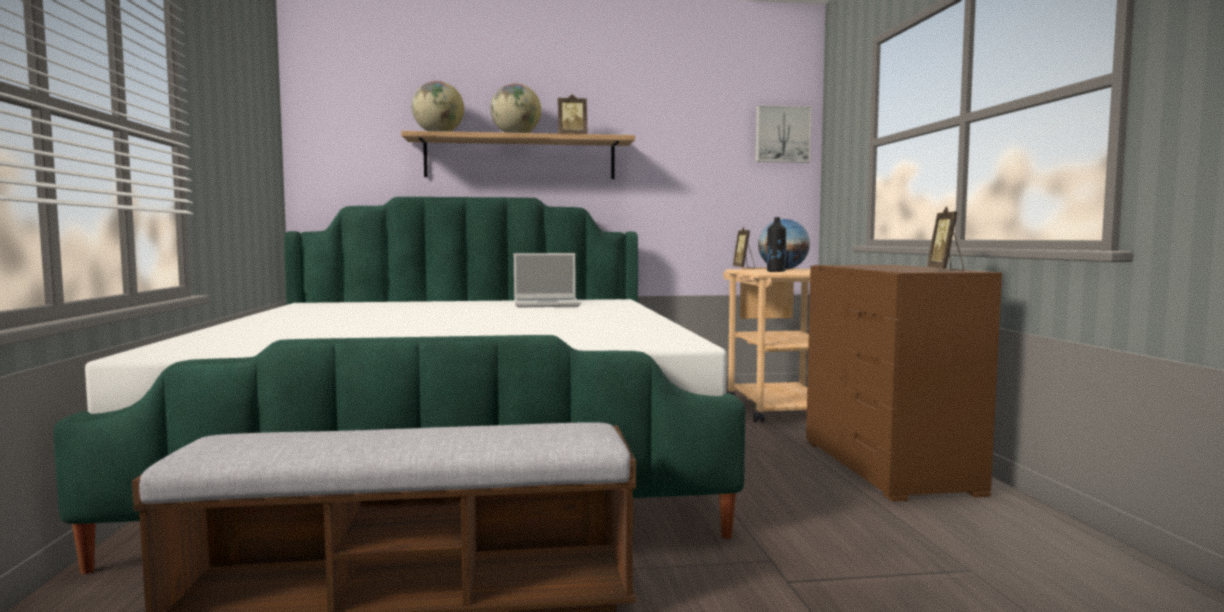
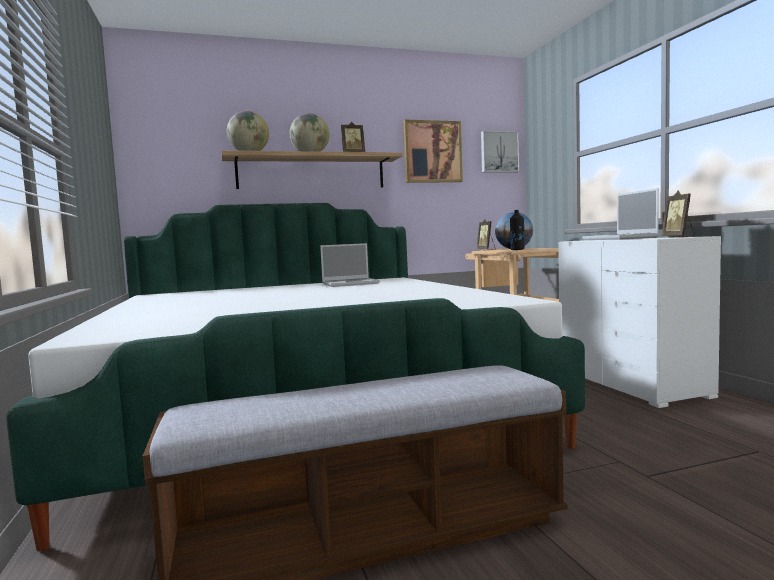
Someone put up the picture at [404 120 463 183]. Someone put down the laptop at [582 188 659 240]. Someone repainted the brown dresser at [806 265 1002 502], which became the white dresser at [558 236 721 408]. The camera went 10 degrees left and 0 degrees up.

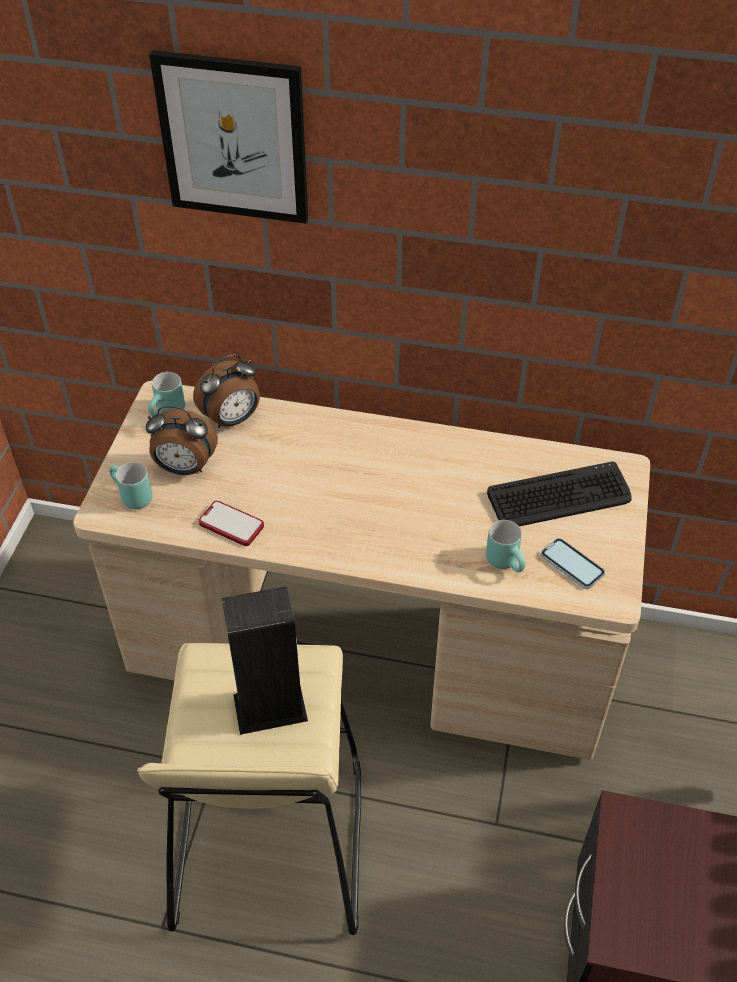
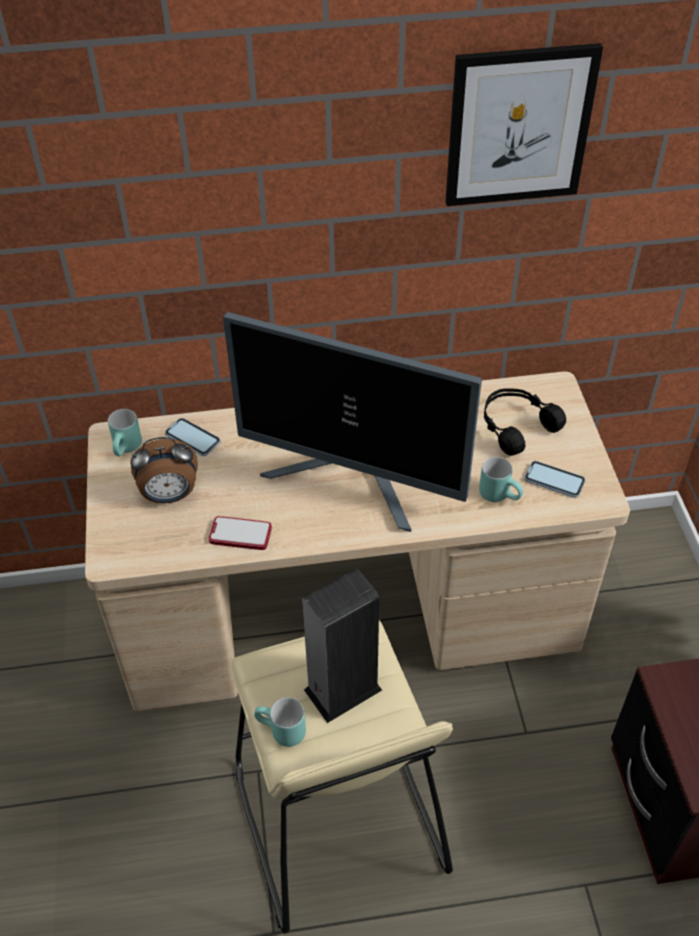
Someone put down the monitor at [223 312 482 532]. Someone carried the turquoise mug from [109 462 152 509] to [254 698 306 747]. Someone carried the picture from [149 50 308 224] to [445 43 603 206]. Someone swapped the alarm clock at [193 354 260 428] for the phone at [165 418 220 456]. Someone swapped the keyboard at [487 462 632 526] for the black headphones at [484 388 566 456]. The camera went 20 degrees left and 0 degrees up.

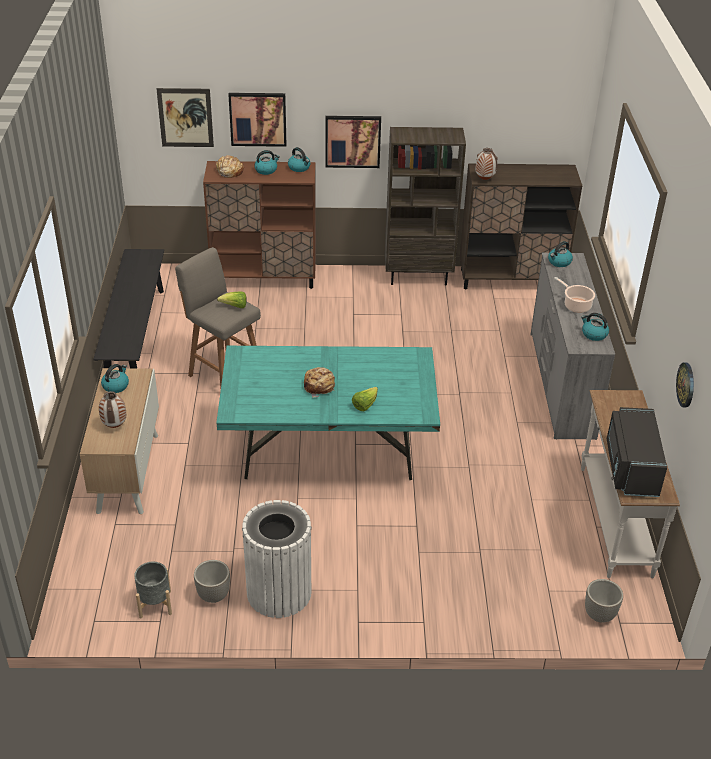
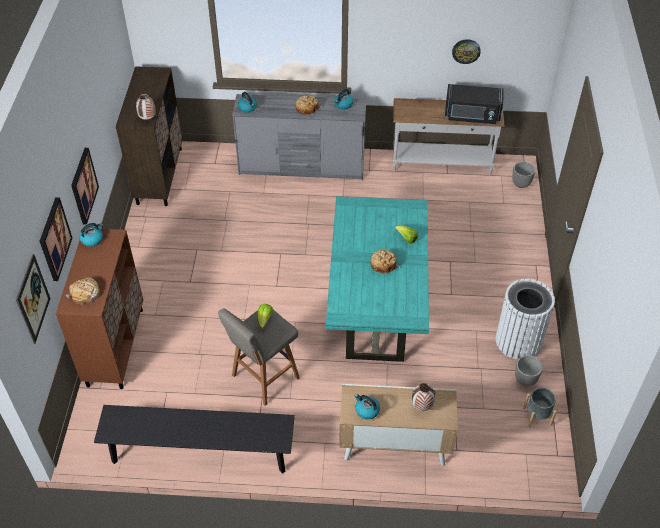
Someone took away the kettle at [254 150 280 175]. Someone took away the brown bookcase at [385 127 466 286]. Someone swapped the cooking pot at [554 277 595 313] for the bread at [295 95 322 115]. The camera went 85 degrees left and 10 degrees up.

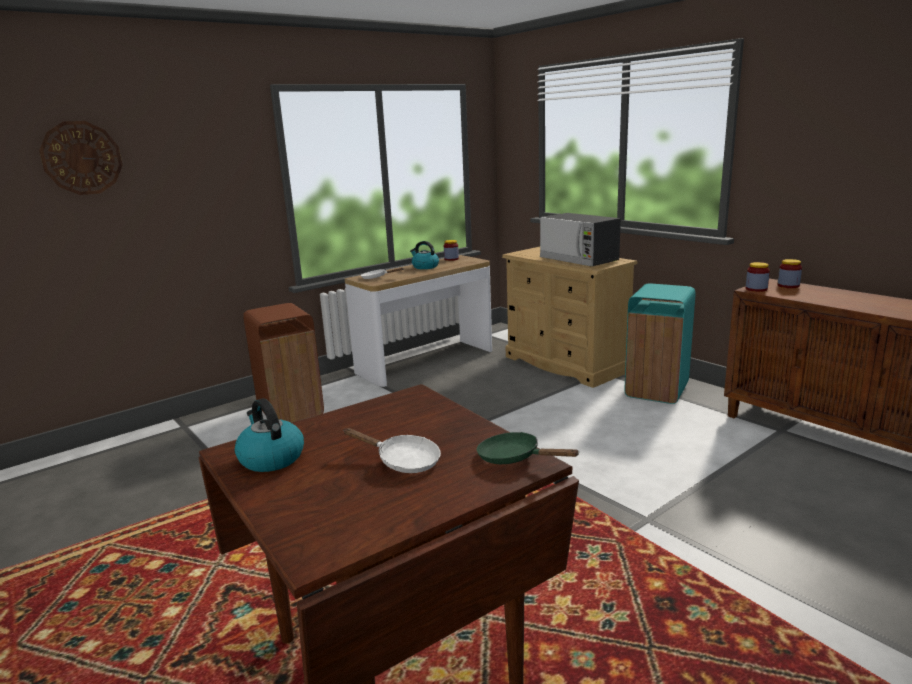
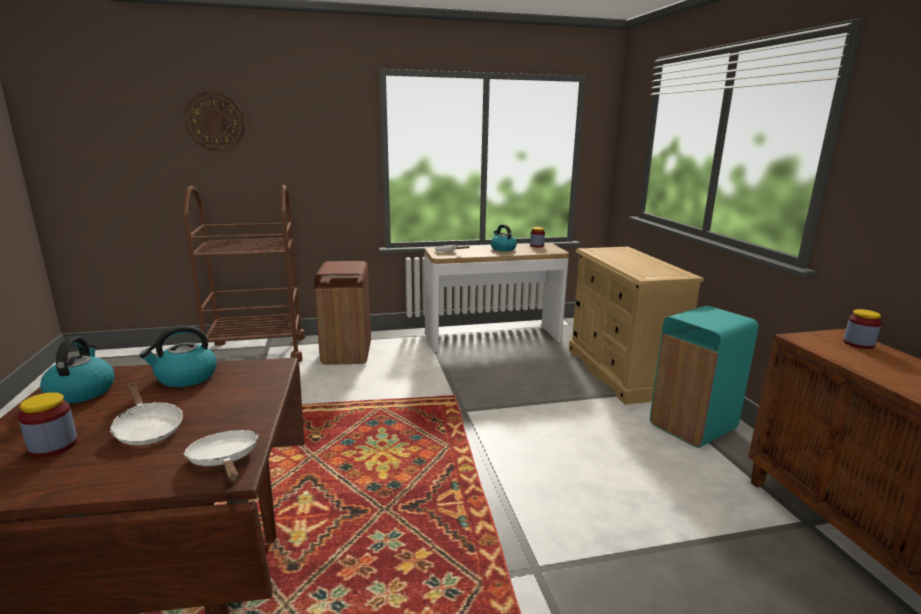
Someone took away the microwave at [540 213 621 267]. Someone put down the kettle at [139 325 217 387]. Someone put down the brown cart at [183 185 305 362]. Someone carried the jar from [746 262 770 292] to [18 392 78 458]. Someone repainted the green frying pan at [477 432 580 464], which became the white frying pan at [184 430 258 482]. The camera went 25 degrees right and 0 degrees up.

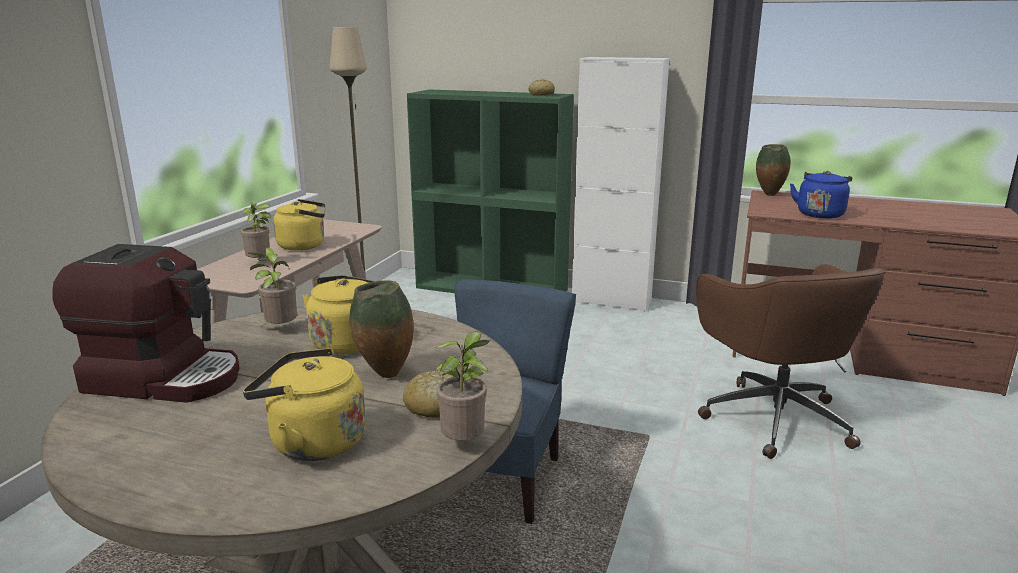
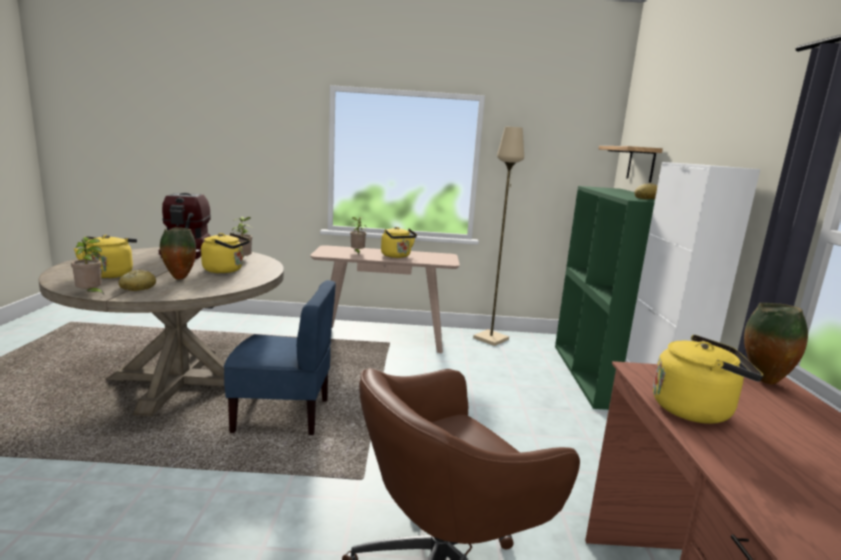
Someone put up the shelf at [599 146 663 183]. Someone repainted the blue kettle at [790 171 852 219], which became the yellow kettle at [653 335 763 424]. The camera went 70 degrees right and 5 degrees down.

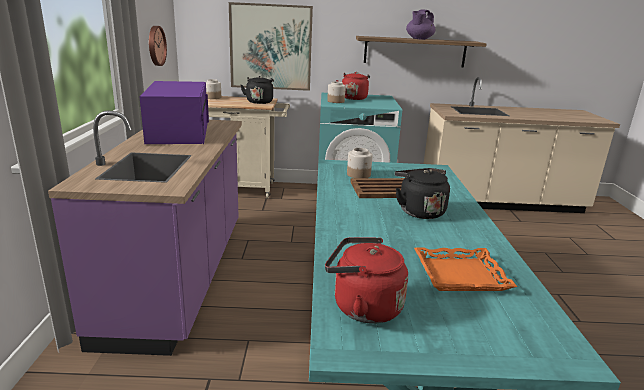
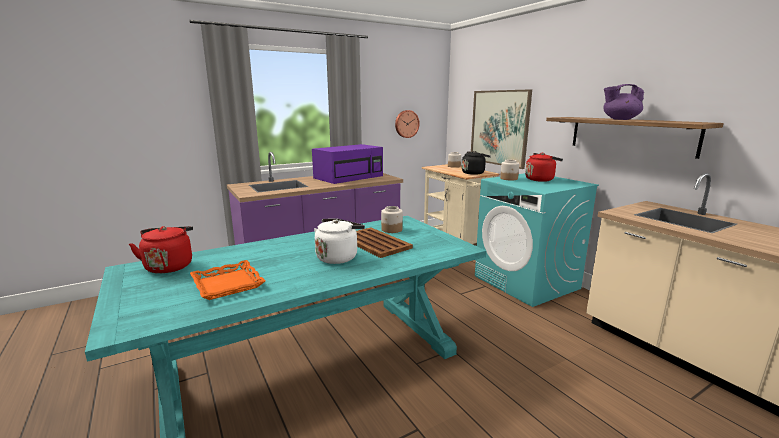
Someone repainted the black kettle at [395 168 450 219], which became the white kettle at [314 219 365 264]. The camera went 60 degrees right and 5 degrees down.

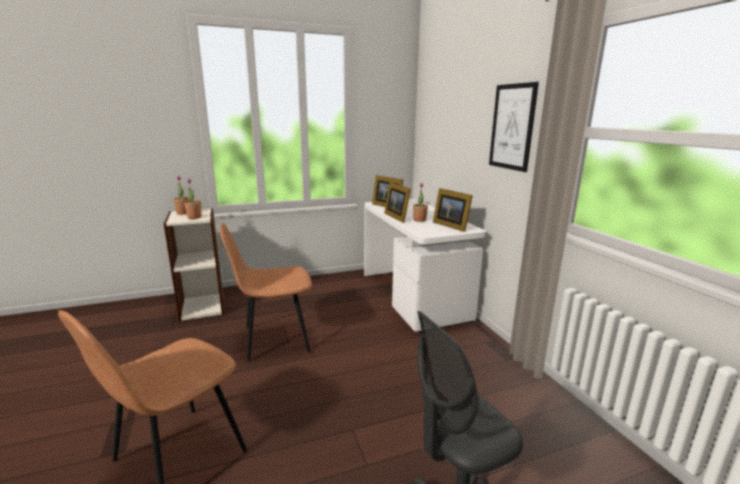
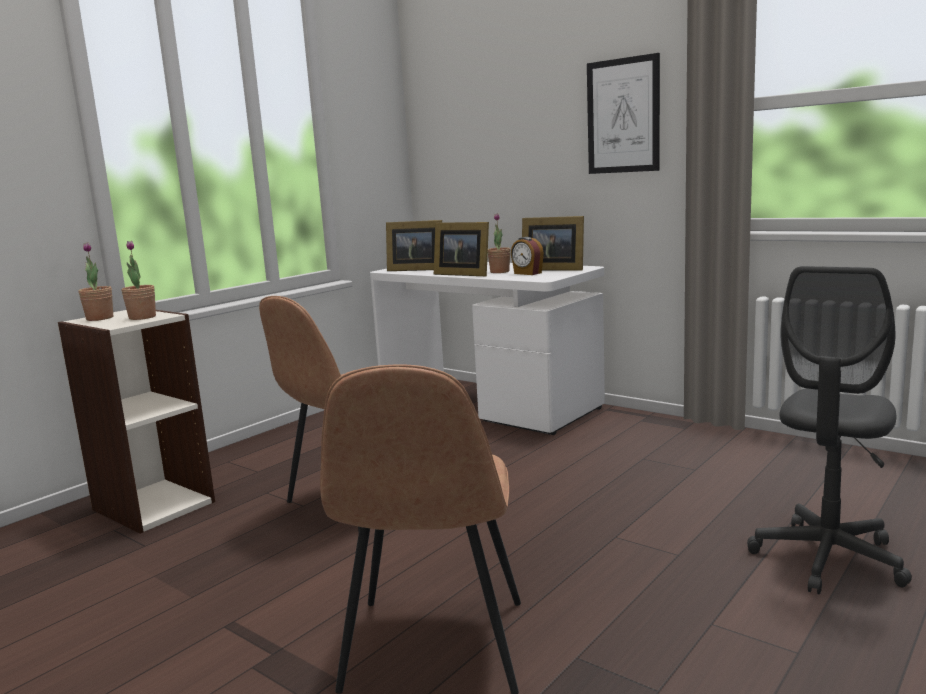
Someone put down the alarm clock at [511 237 544 275]. The camera went 30 degrees left and 5 degrees down.

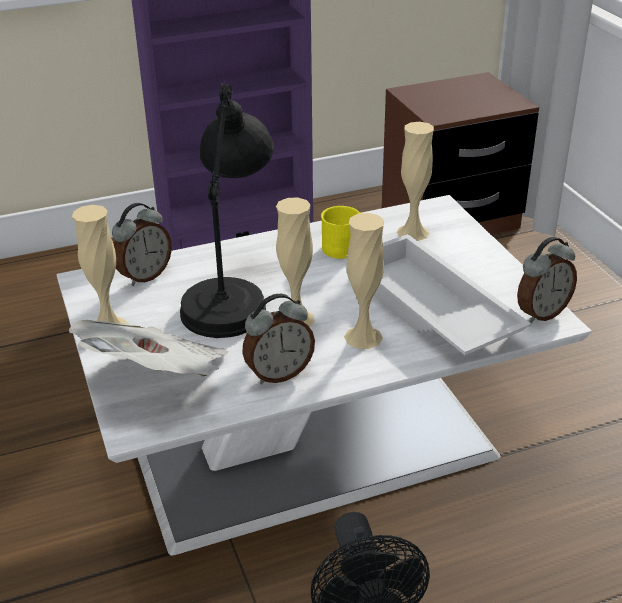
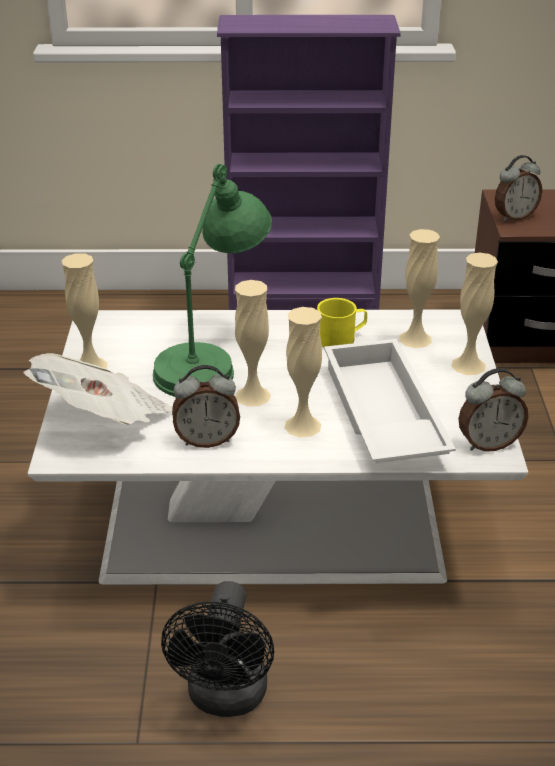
Someone put down the beige vase at [451 253 498 375]. Someone carried the alarm clock from [112 203 172 286] to [495 155 542 222]. Someone repainted the black table lamp at [180 84 274 338], which became the green table lamp at [153 164 272 397]. The camera went 20 degrees right and 0 degrees up.

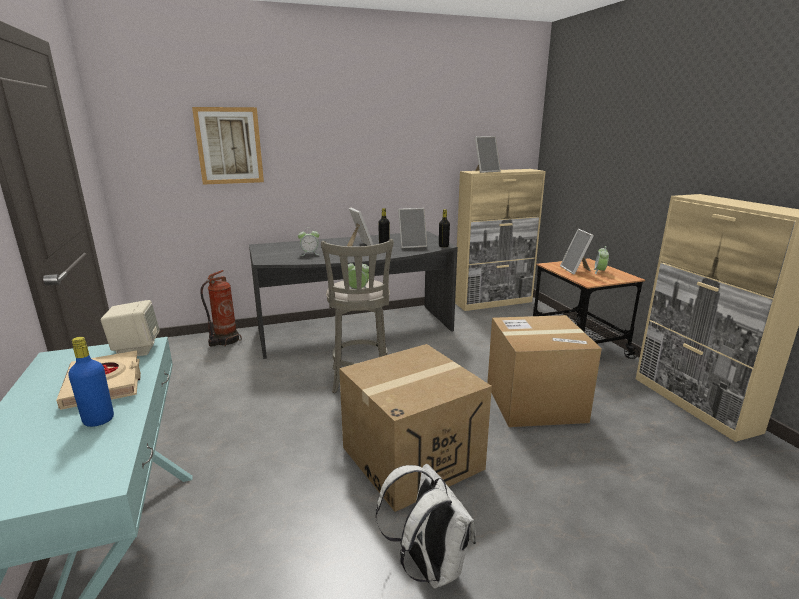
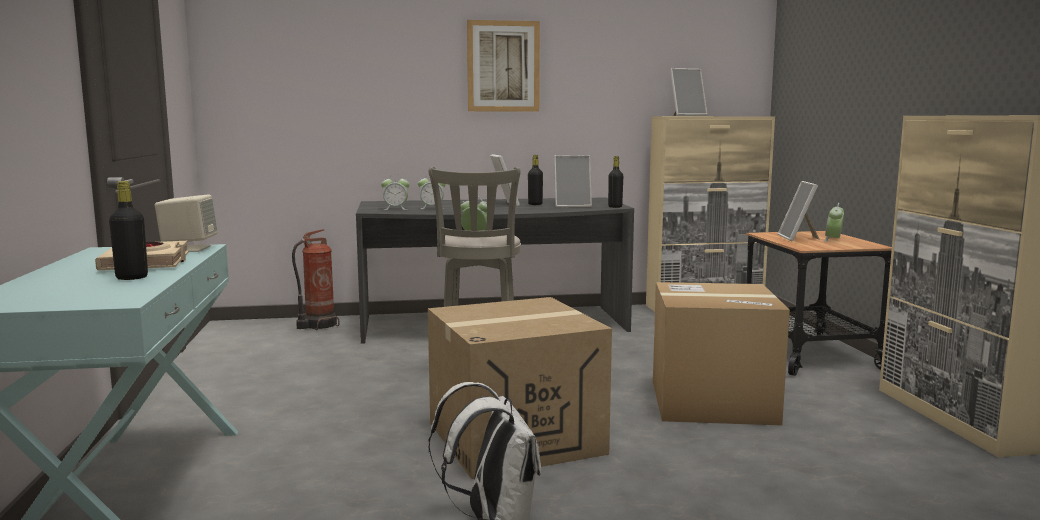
Someone put down the alarm clock at [381 174 410 210]. Someone carried the picture from [192 107 264 185] to [467 20 540 111]. Someone repainted the blue bottle at [68 337 114 427], which became the black bottle at [109 181 148 280]. The camera went 10 degrees right and 10 degrees down.

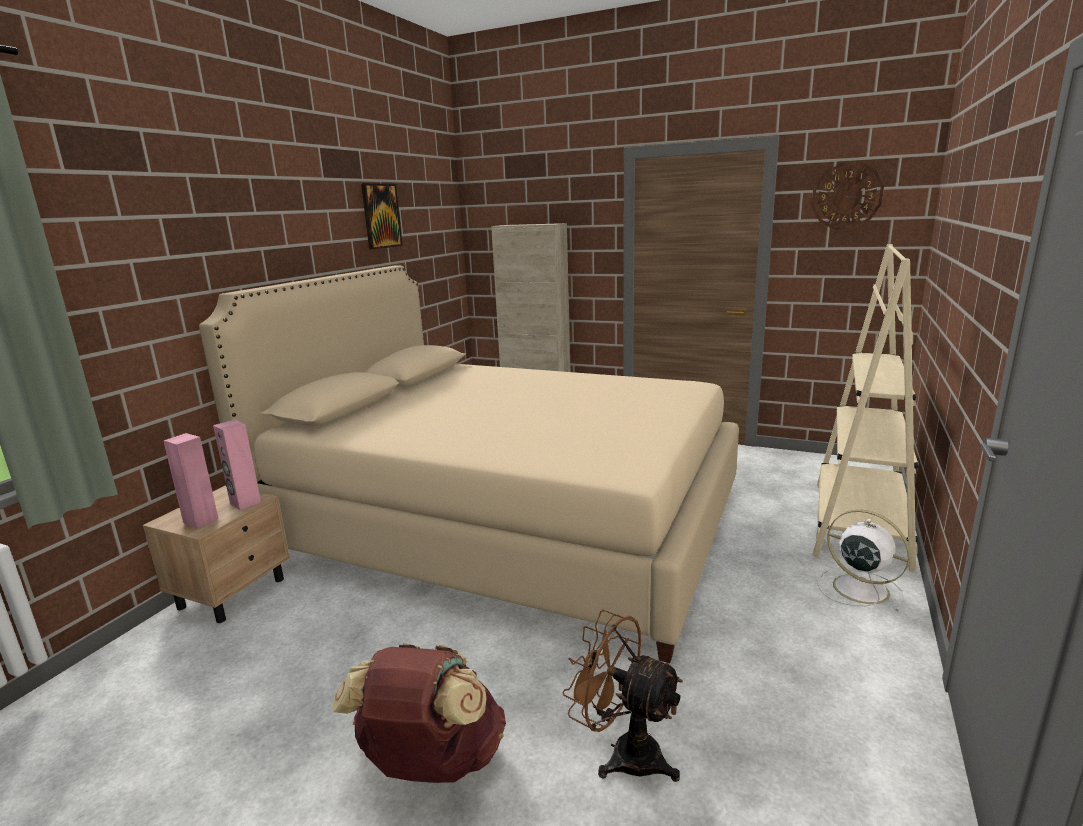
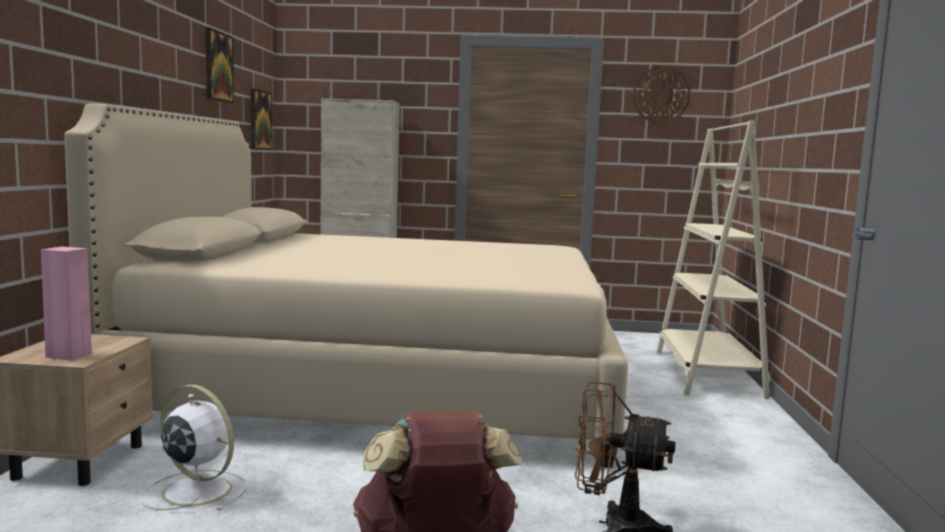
Someone took away the pink speaker at [213 420 261 510]. Someone put up the picture at [251 88 272 150]. Someone carried the white fan from [818 510 910 611] to [141 385 247 511]. The camera went 20 degrees left and 10 degrees down.

